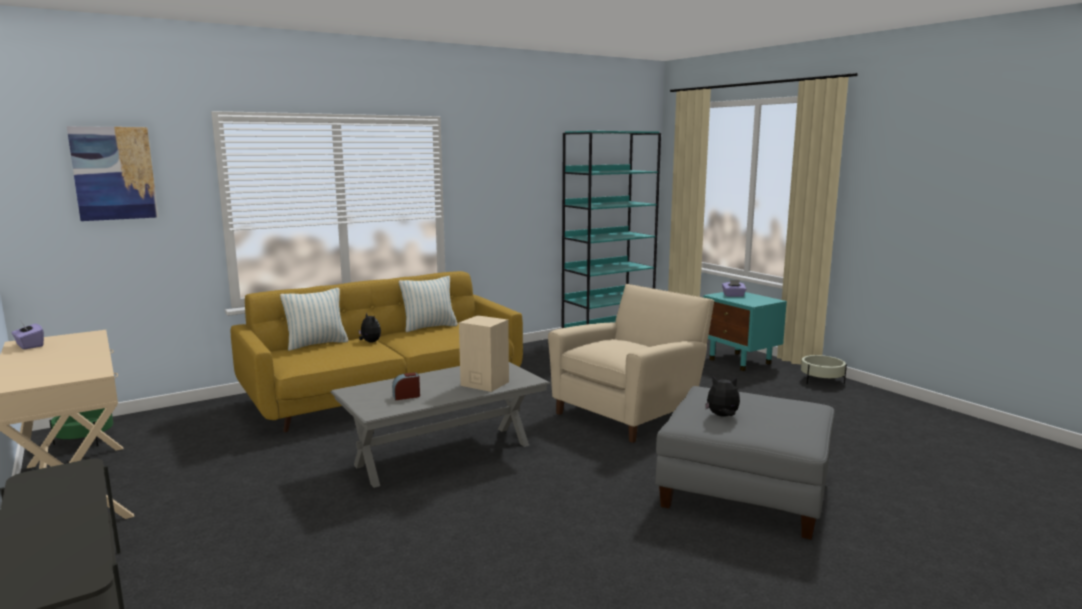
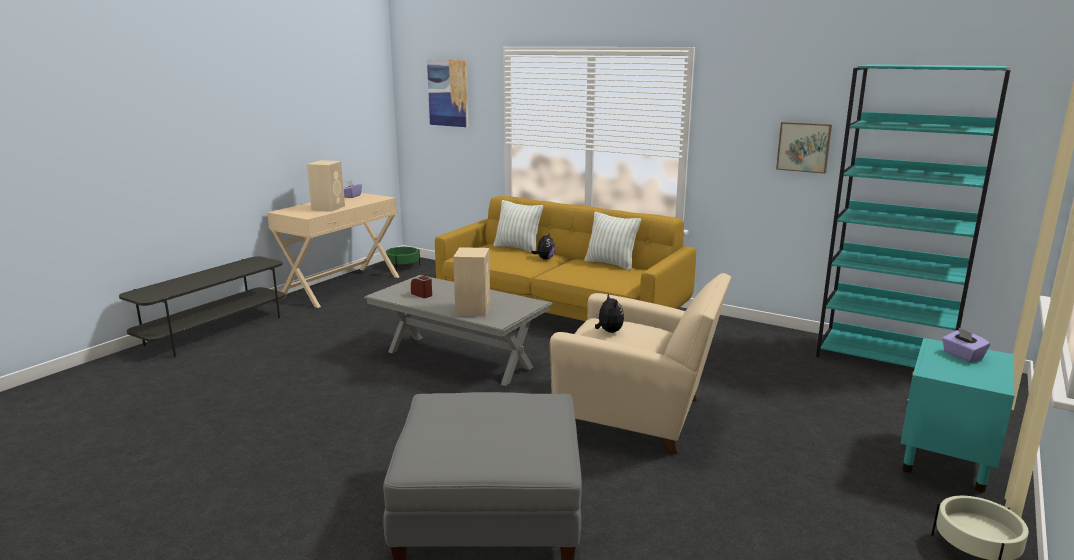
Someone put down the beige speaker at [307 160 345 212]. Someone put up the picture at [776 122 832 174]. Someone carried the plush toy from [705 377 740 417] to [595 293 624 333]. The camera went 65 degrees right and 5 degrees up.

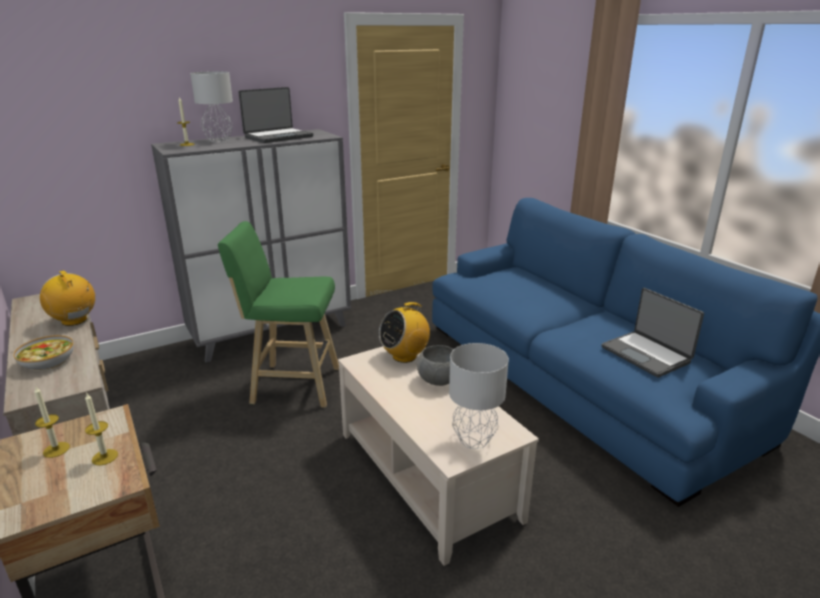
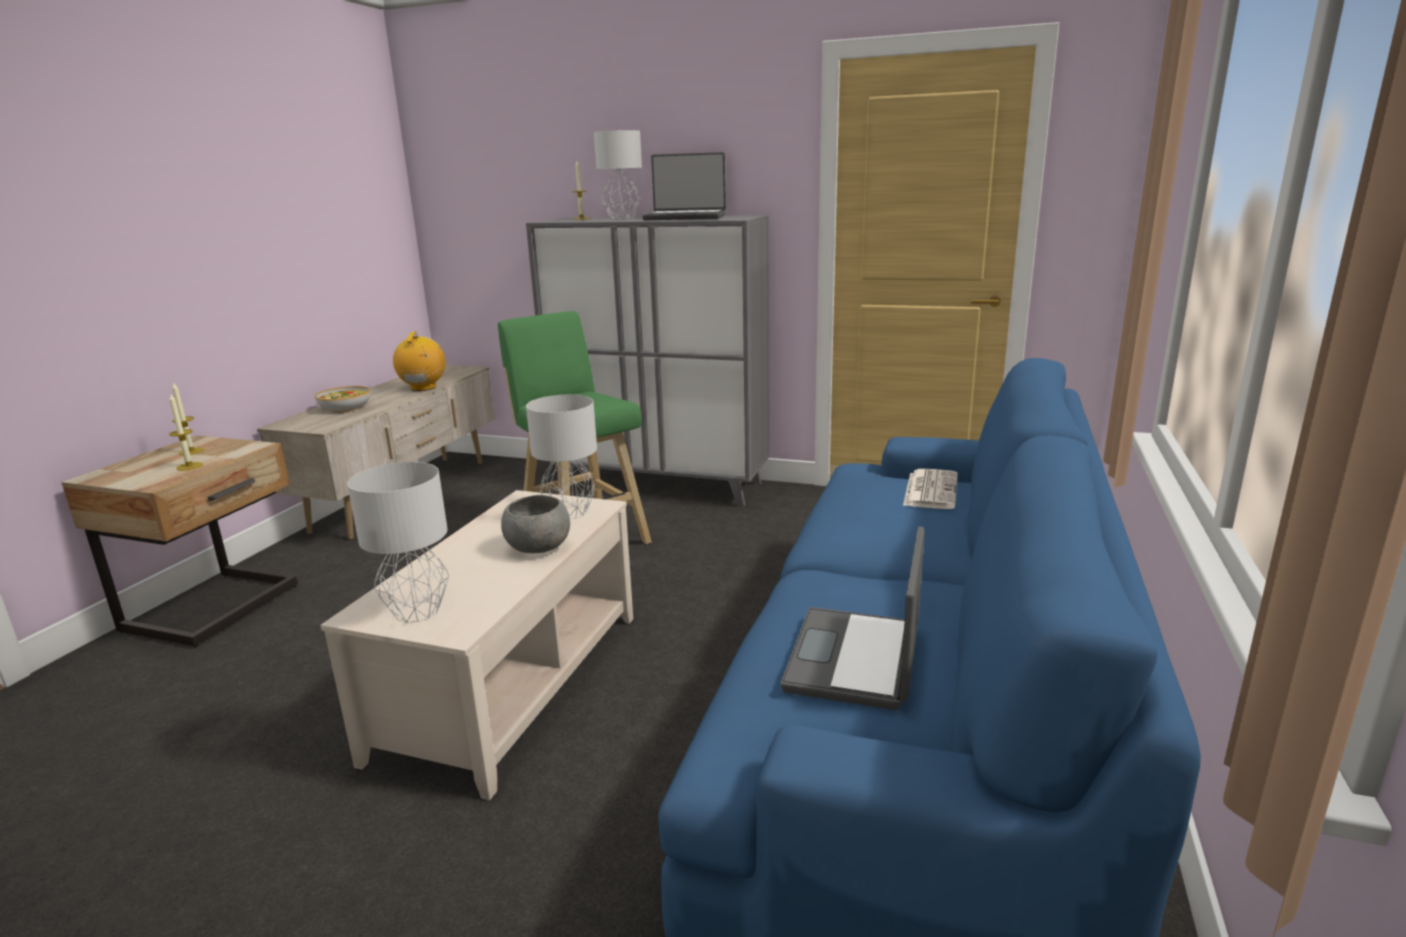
Someone put down the newspaper at [903 469 958 509]. Someone swapped the radio at [379 302 430 363] for the grey table lamp at [526 395 597 519]. The camera went 50 degrees right and 5 degrees down.

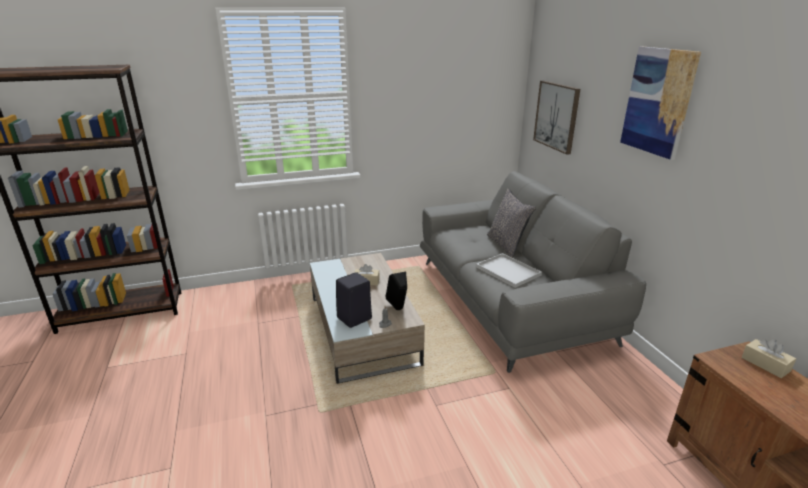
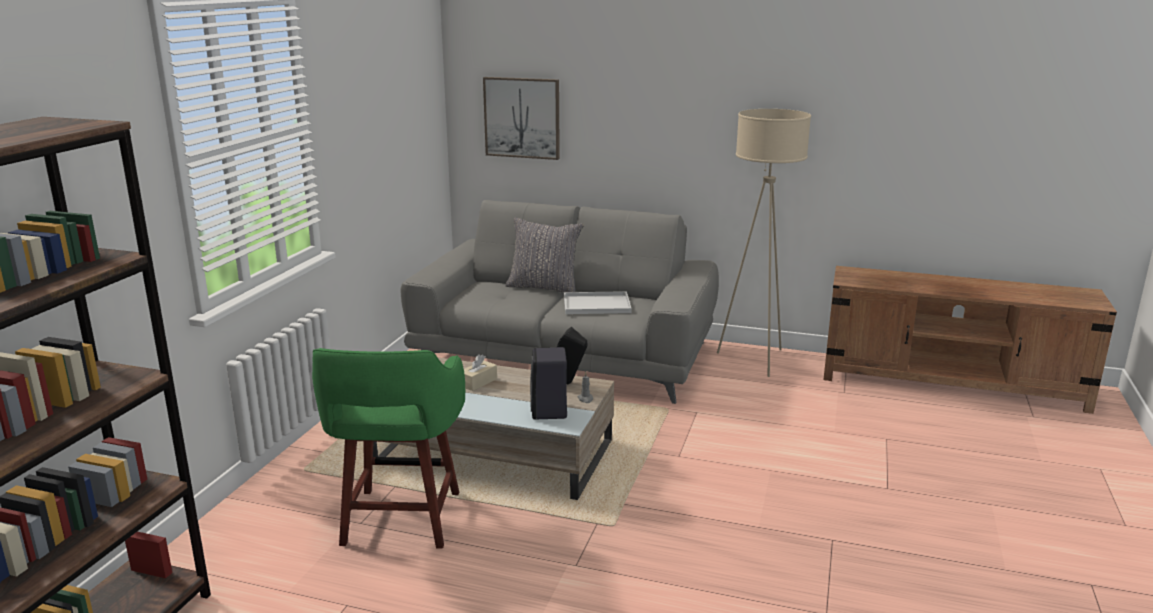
Someone took away the picture at [620 46 701 160]. Someone took away the beige tissue box at [742 339 796 378]. Someone put down the green stool at [312 348 465 549]. Someone put down the beige floor lamp at [717 109 811 377]. The camera went 55 degrees left and 5 degrees down.

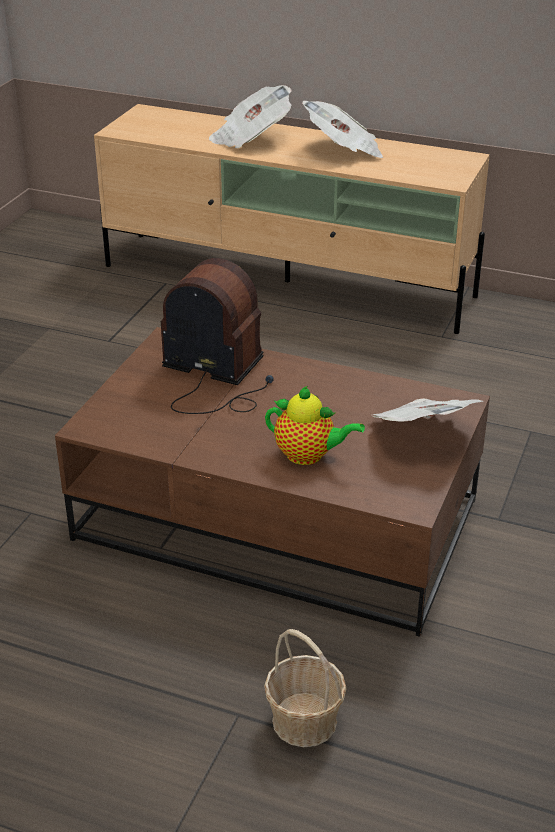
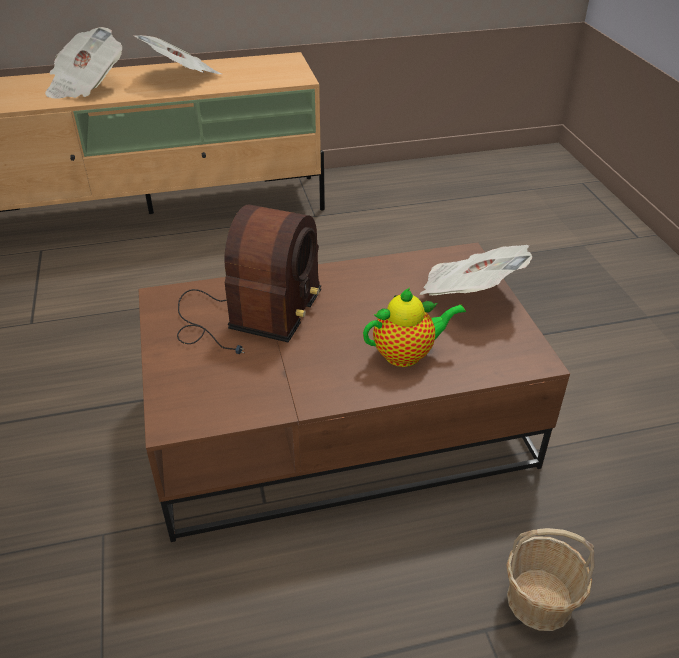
Someone rotated the radio at [161 258 274 414] by 120 degrees clockwise. The camera went 35 degrees left and 5 degrees up.

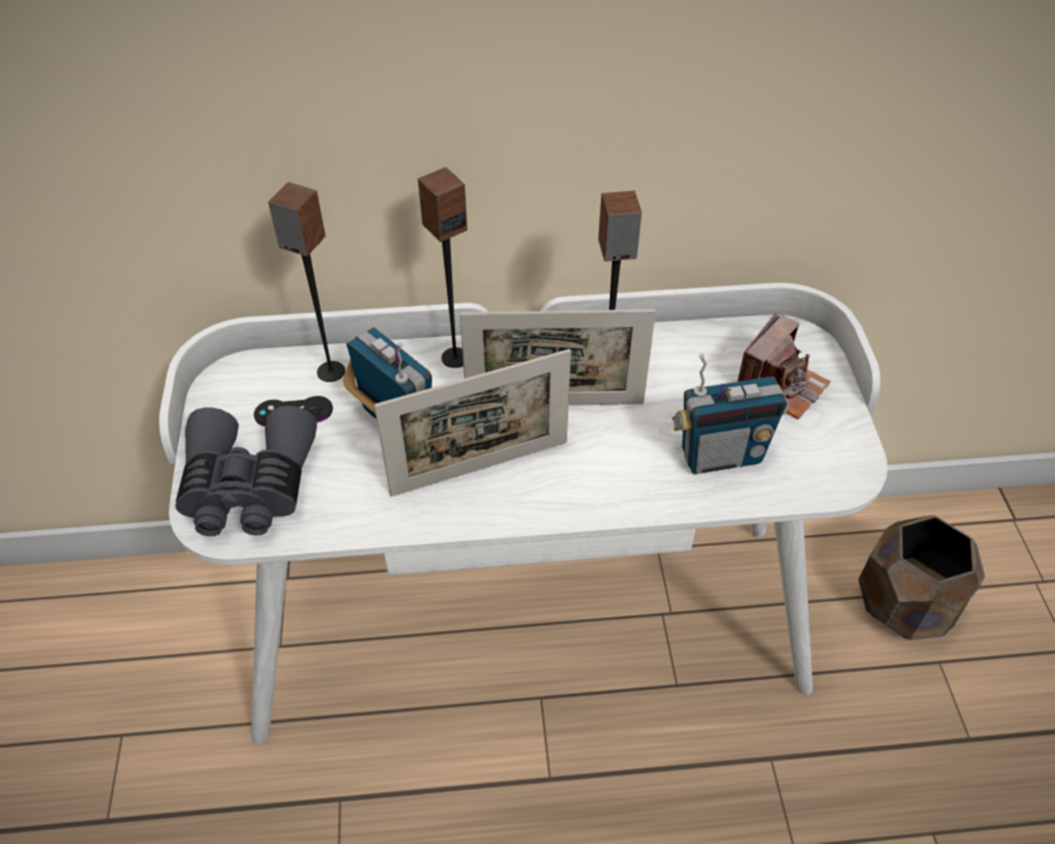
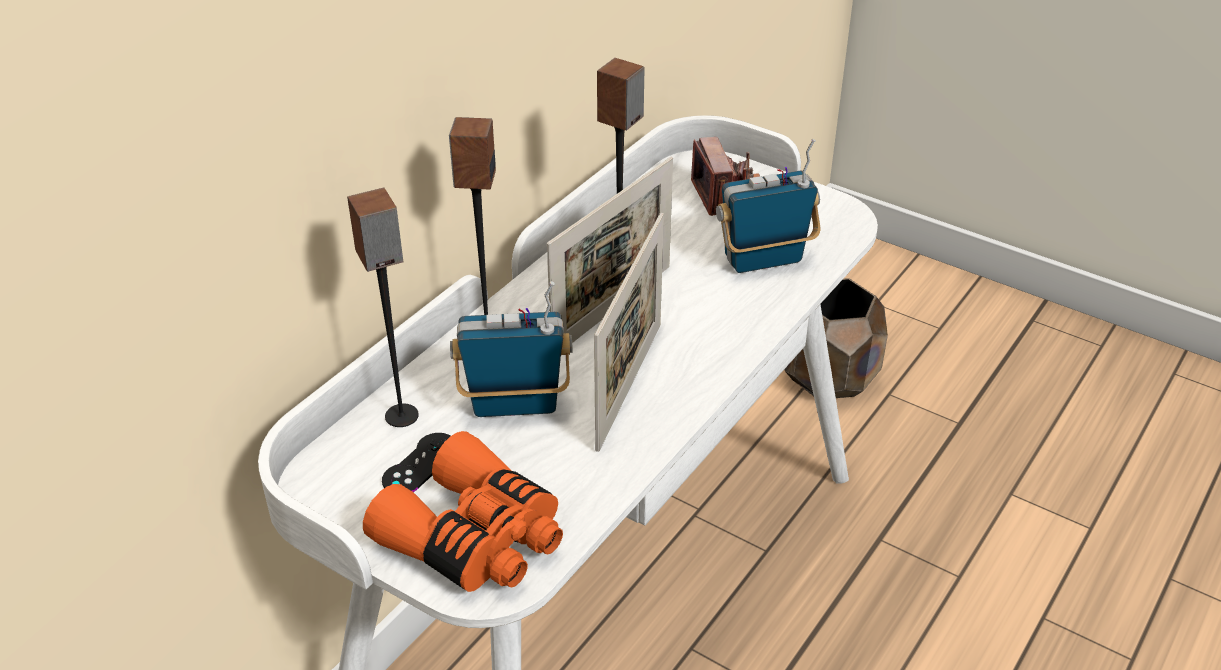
Someone repainted the grey binoculars at [175 406 317 536], which became the orange binoculars at [363 431 563 592]. Someone rotated the radio at [672 354 788 474] by 135 degrees counterclockwise. The camera went 50 degrees left and 10 degrees down.

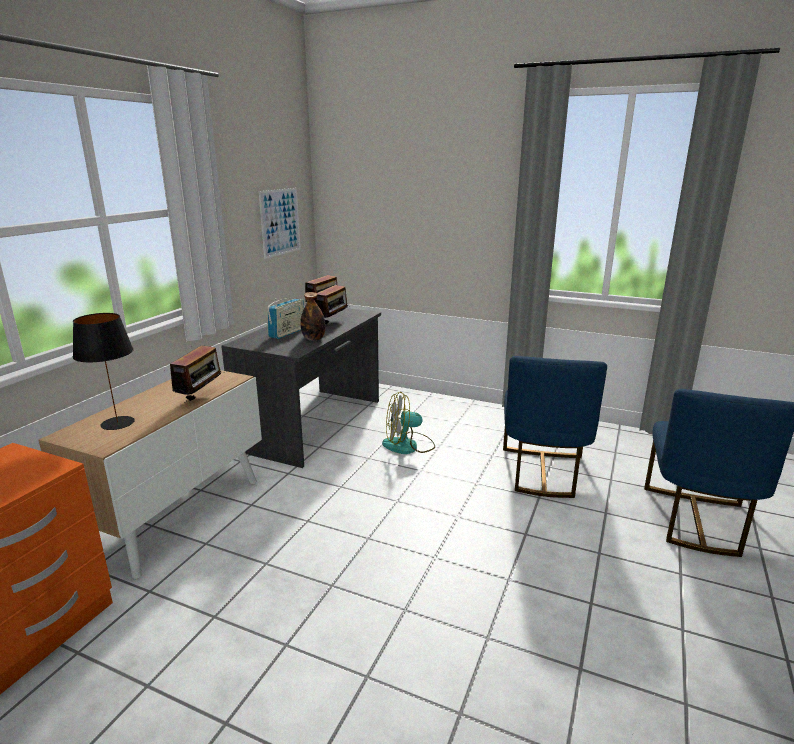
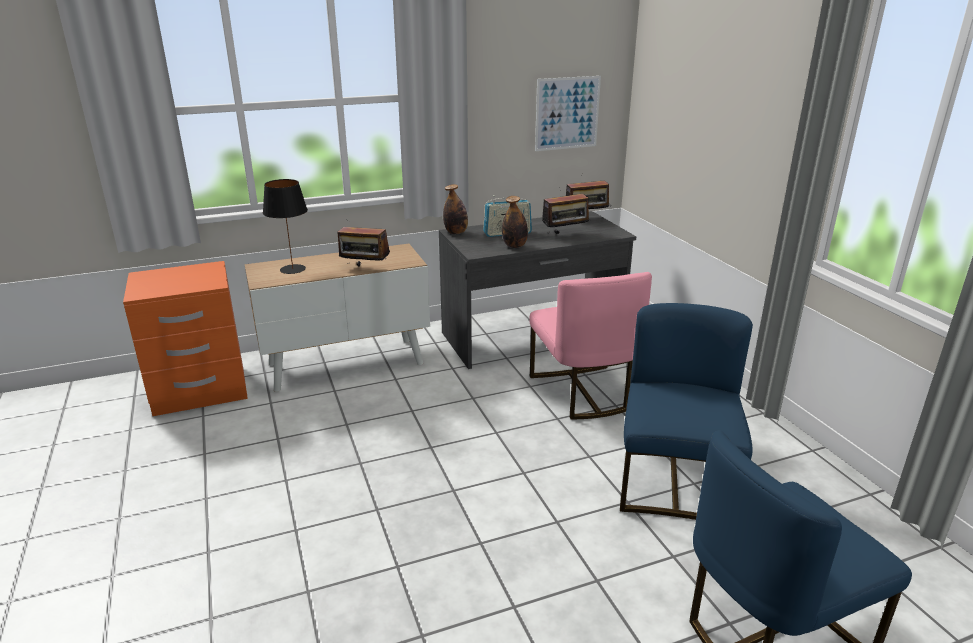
Someone put down the bottle at [443 184 468 234]. Someone swapped the fan at [382 392 435 454] for the pink chair at [529 272 652 420]. Someone rotated the radio at [170 344 225 403] by 45 degrees clockwise. Someone rotated the blue chair at [503 356 607 498] by 135 degrees clockwise. The camera went 45 degrees right and 5 degrees up.

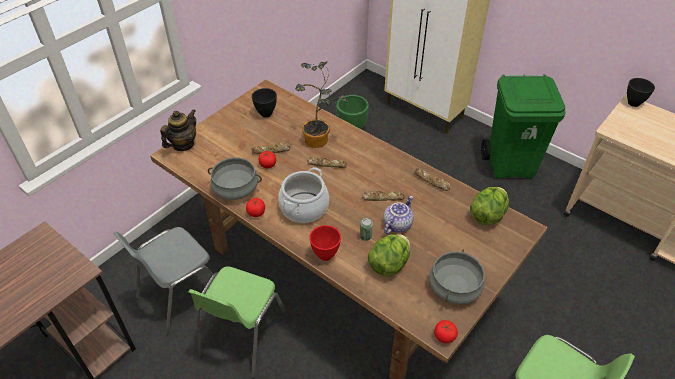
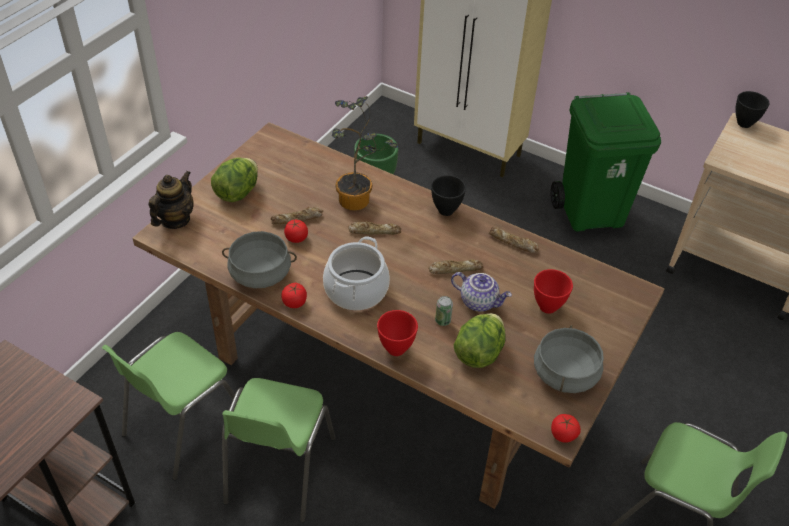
Someone put down the red bowl at [534 269 573 314]. Someone carried the black bowl from [252 88 277 118] to [431 175 466 216]. Someone carried the lettuce from [470 187 509 225] to [211 157 258 202]. Someone repainted the grey chair at [113 227 213 336], which became the green chair at [102 332 235 481]. Someone rotated the teapot at [383 196 413 234] by 90 degrees clockwise. The camera went 10 degrees left and 0 degrees up.

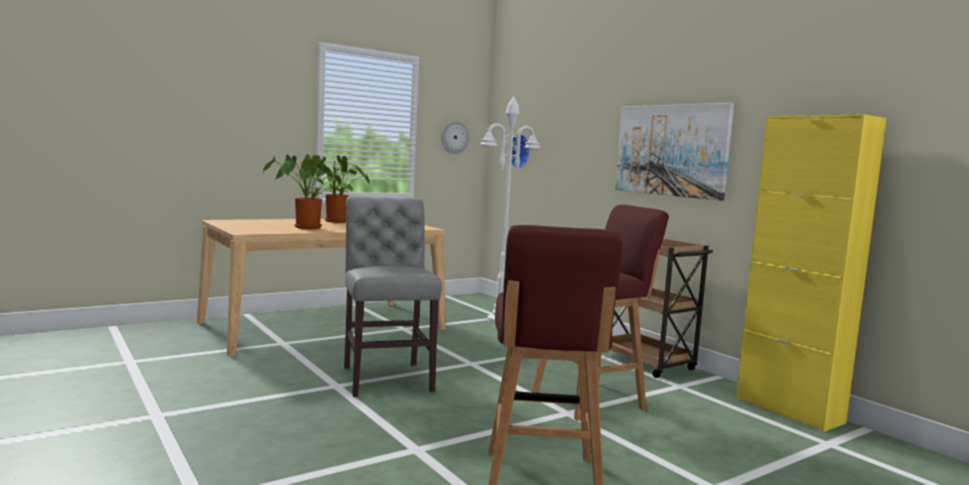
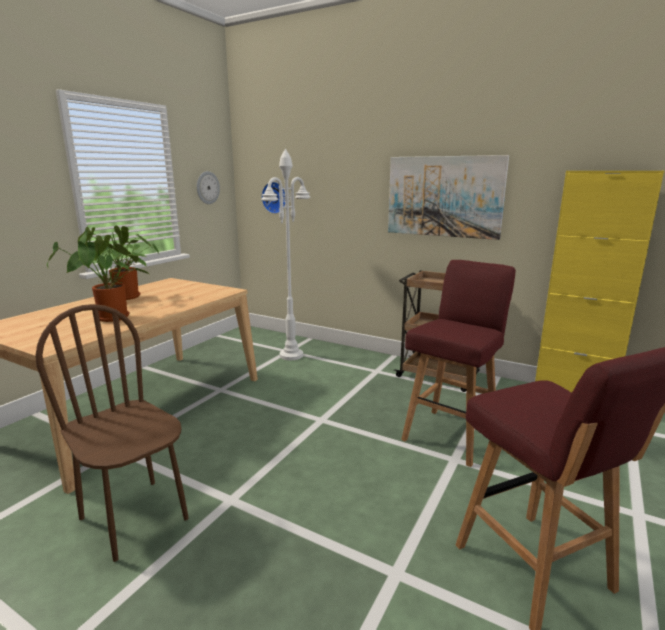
Someone took away the grey chair at [344 196 442 397]. Someone put down the brown chair at [35 304 189 562]. The camera went 25 degrees left and 10 degrees up.

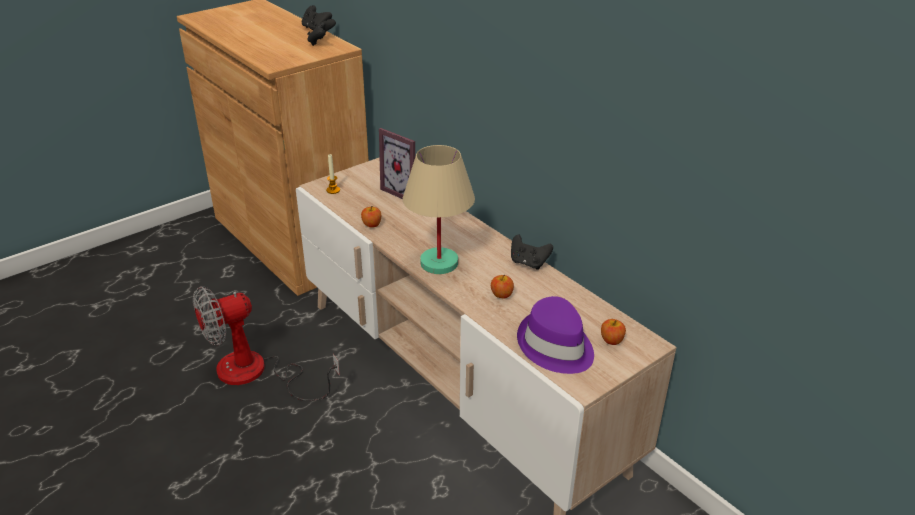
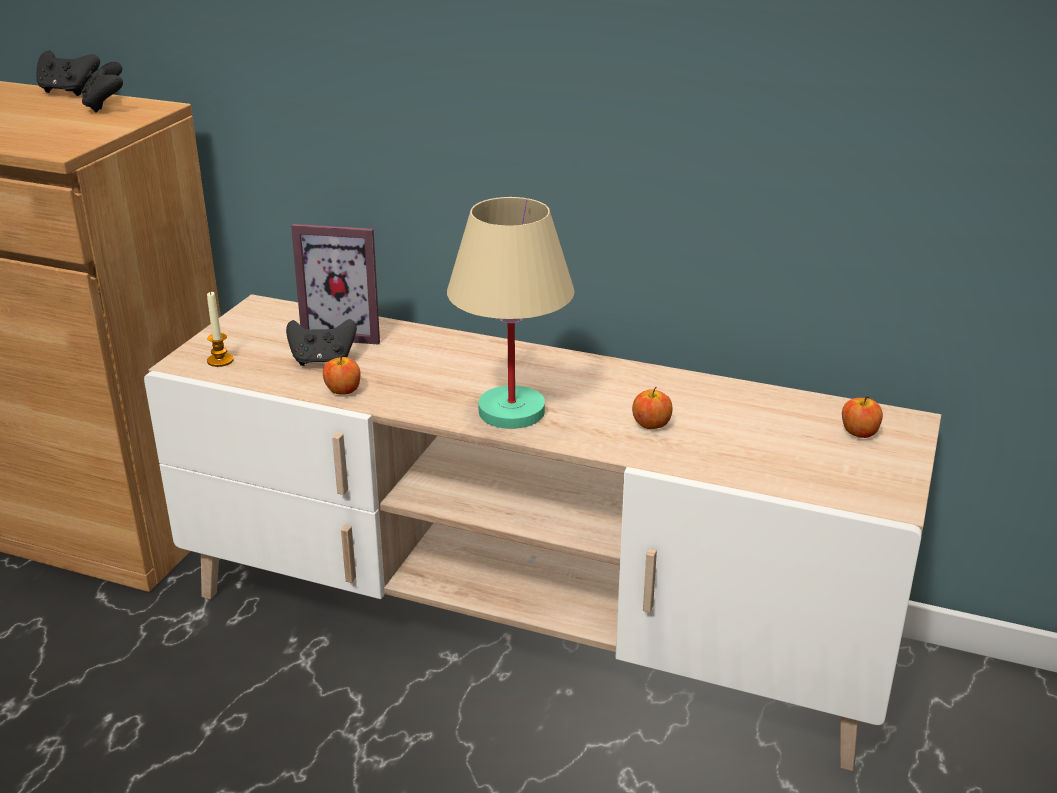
Someone took away the fan at [193 286 340 401]. Someone took away the purple hat at [517 296 594 374]. Someone carried the black game controller from [511 235 553 270] to [286 319 356 366]. The camera went 30 degrees left and 5 degrees down.

